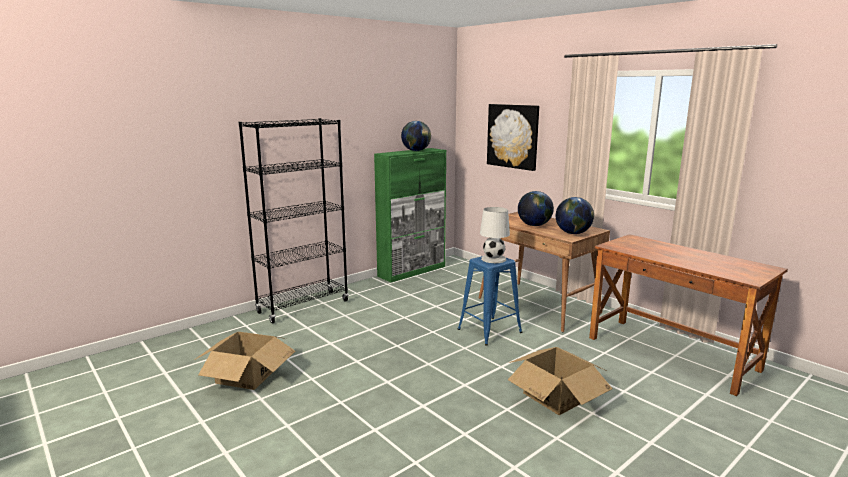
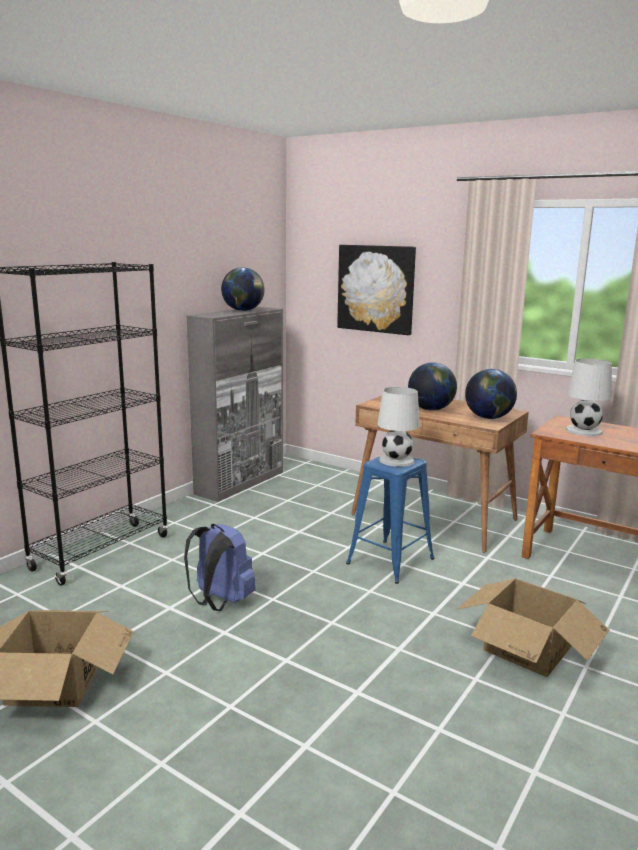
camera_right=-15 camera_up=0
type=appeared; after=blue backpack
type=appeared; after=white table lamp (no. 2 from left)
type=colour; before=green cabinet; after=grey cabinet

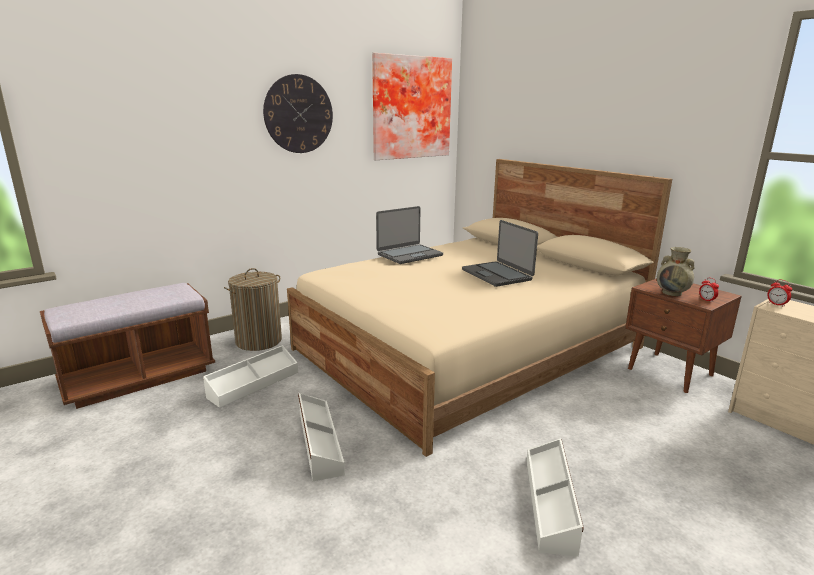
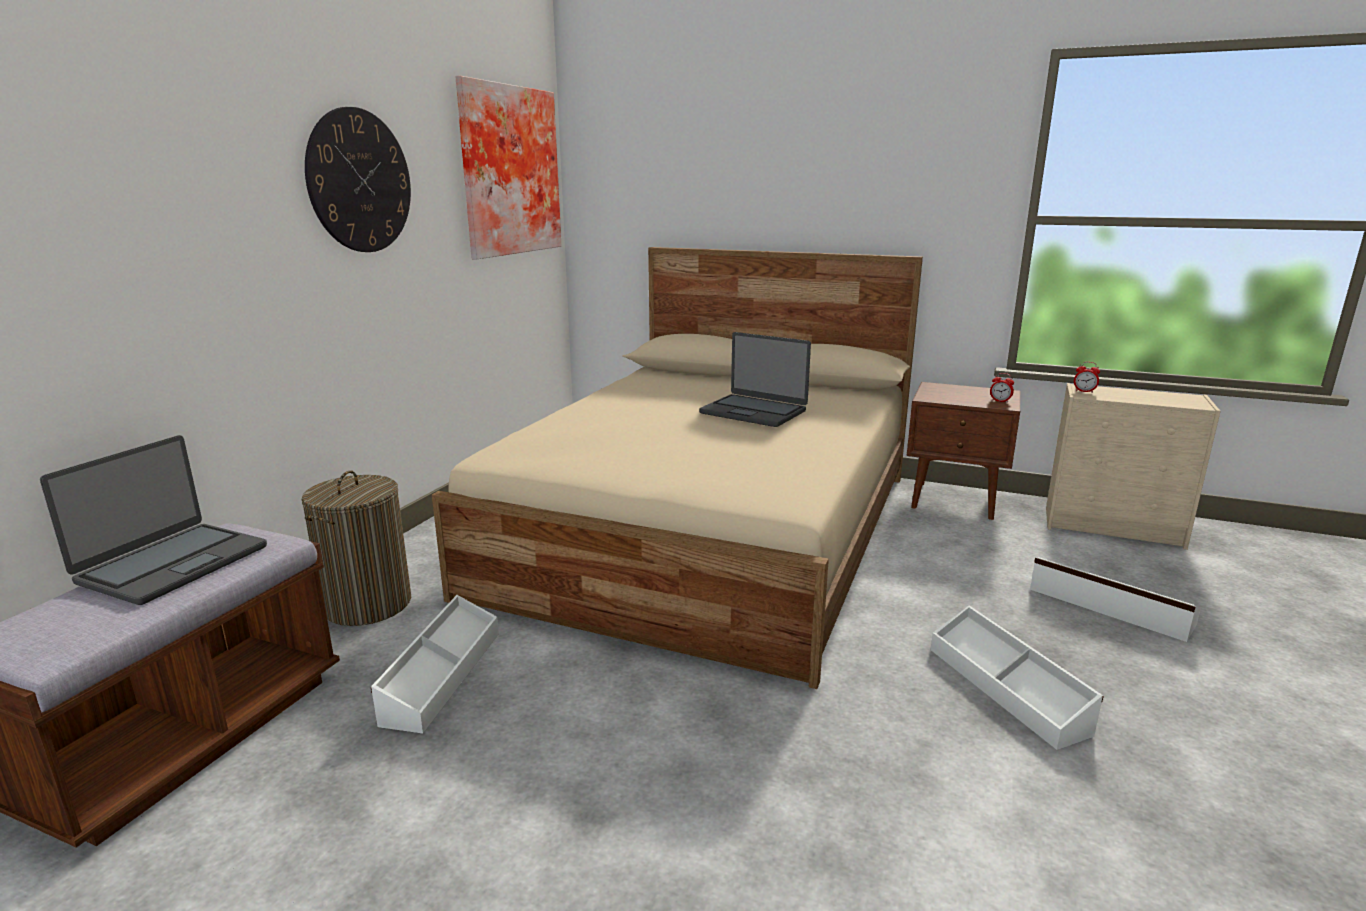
camera_right=-30 camera_up=0
type=missing; before=beige vase
type=relocated; before=white storage box (no. 2 from left in the first image); after=white storage box (no. 3 from left)
type=relocated; before=laptop (no. 1 from left)

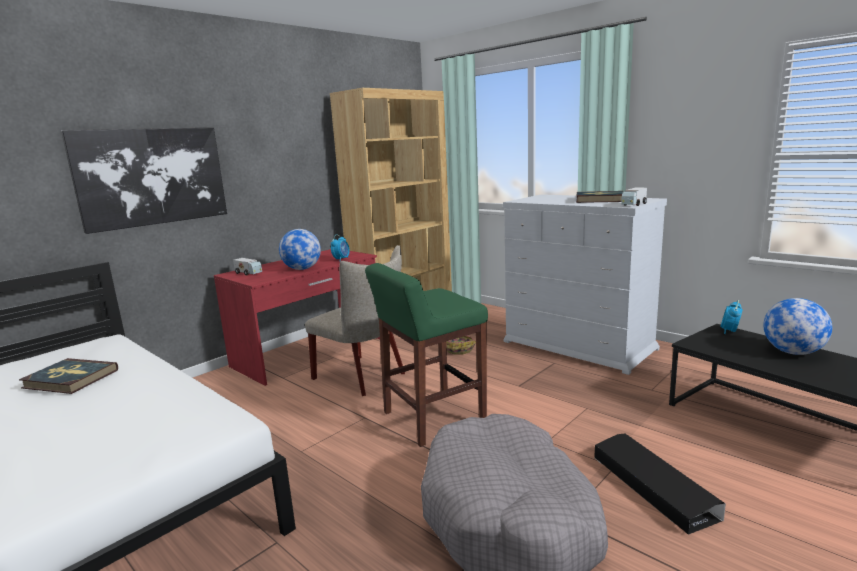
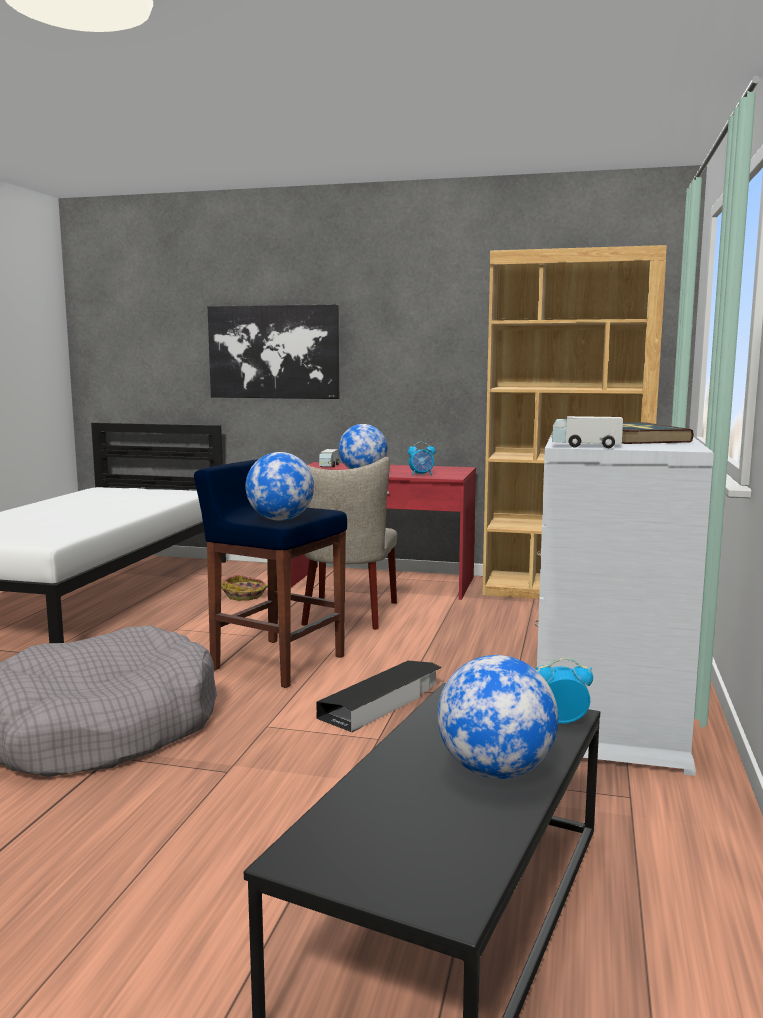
camera_right=60 camera_up=-5
type=missing; before=book (no. 1 from left)
type=appeared; after=globe (no. 1 from left)
type=relocated; before=basket
type=relocated; before=black storage box
type=colour; before=green stool; after=blue stool

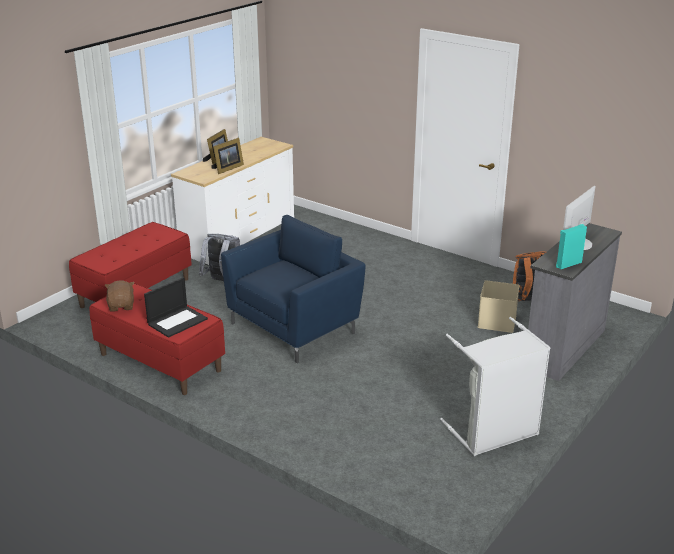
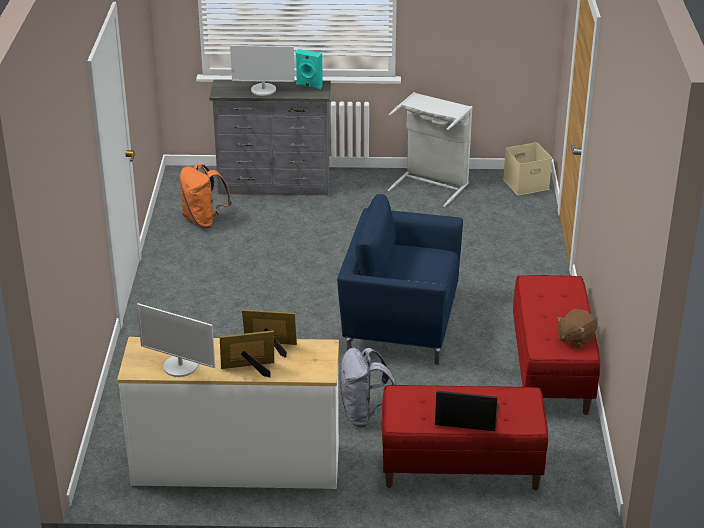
camera_right=-125 camera_up=5
type=appeared; after=monitor (no. 1 from left)
type=relocated; before=laptop
type=relocated; before=beige storage box

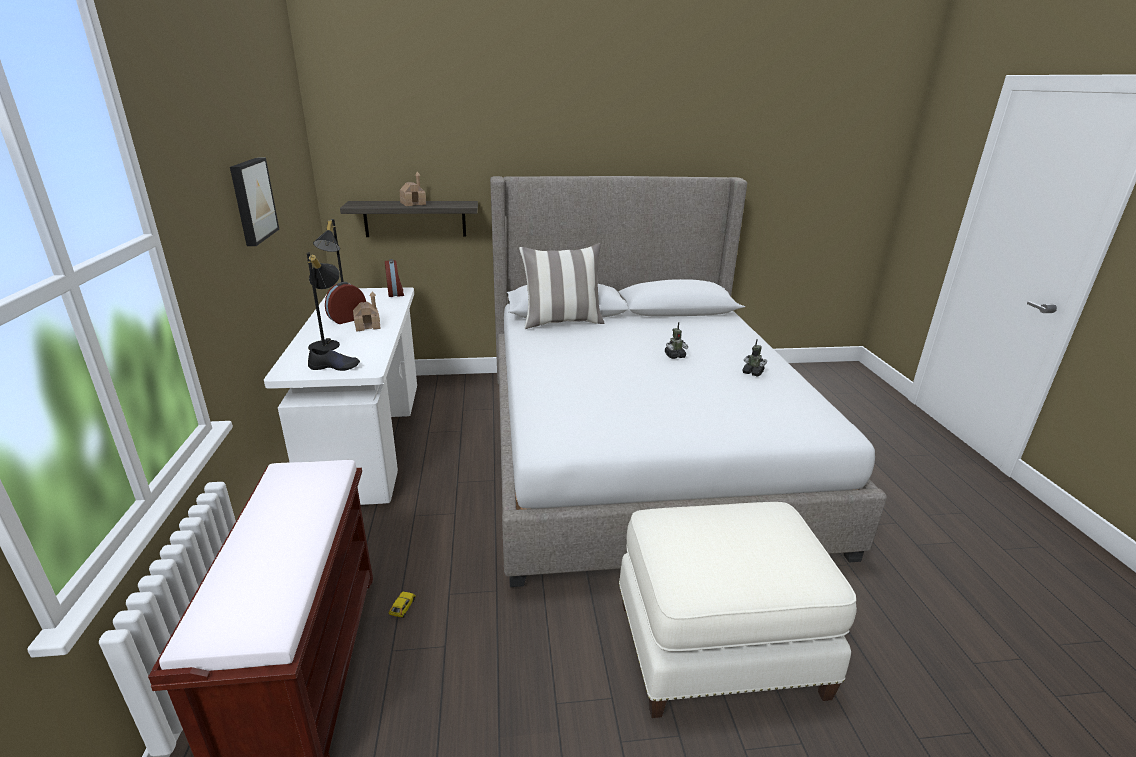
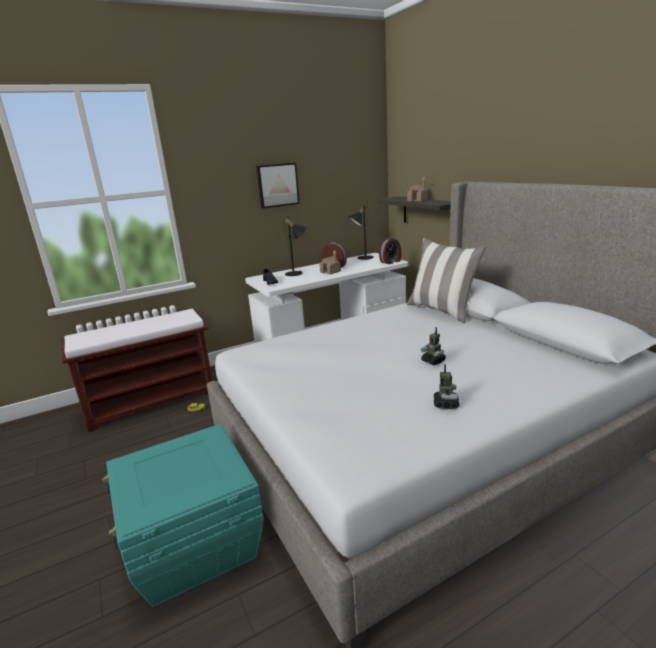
camera_right=70 camera_up=-5
type=exchanged; before=white ottoman; after=turquoise storage box

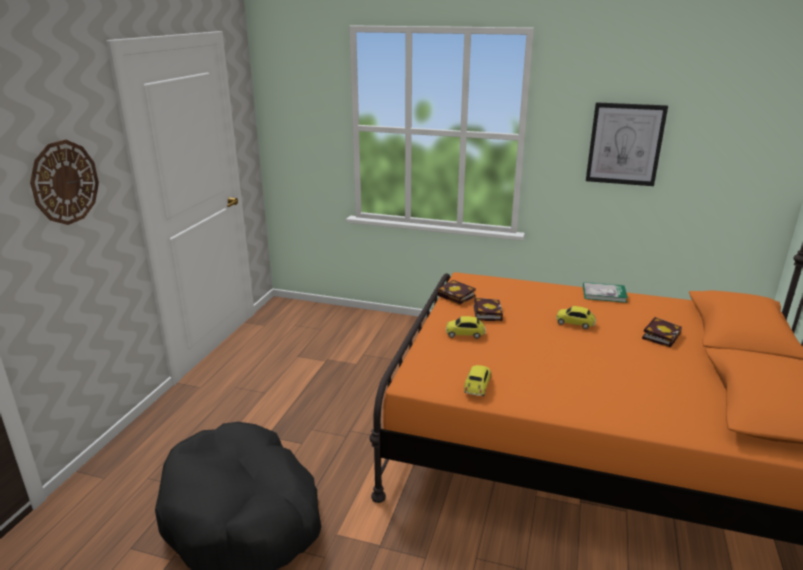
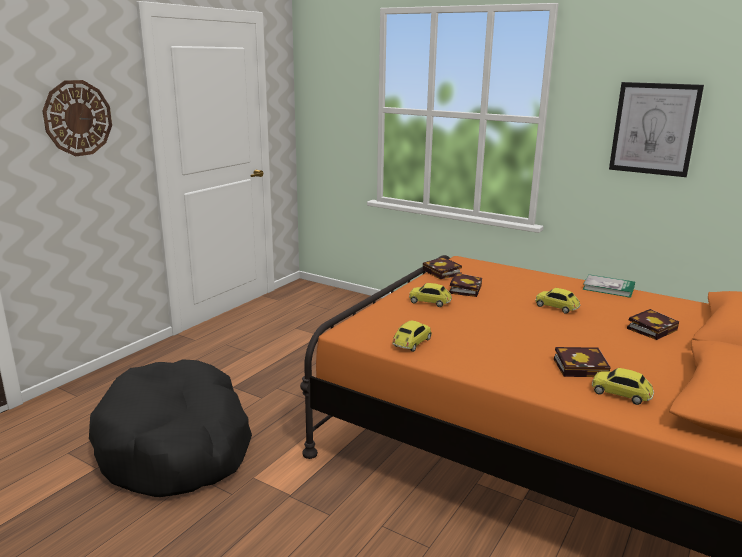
camera_right=15 camera_up=-5
type=appeared; after=book (no. 3 from left)
type=appeared; after=toy car (no. 4 from left)

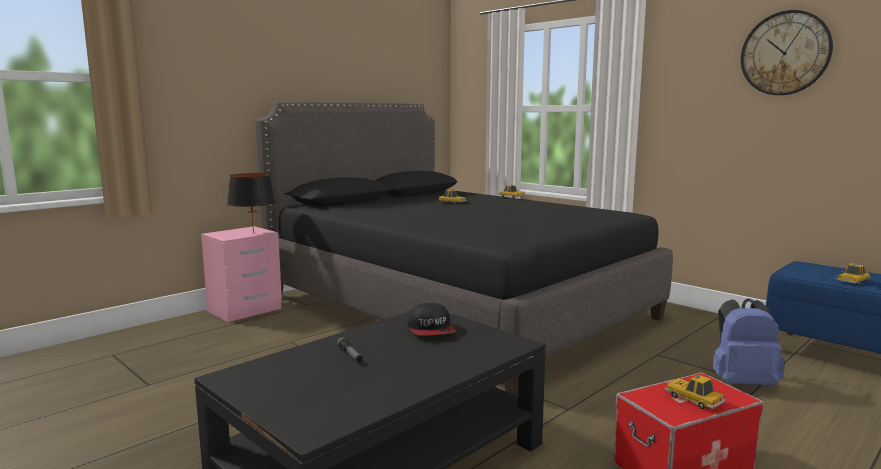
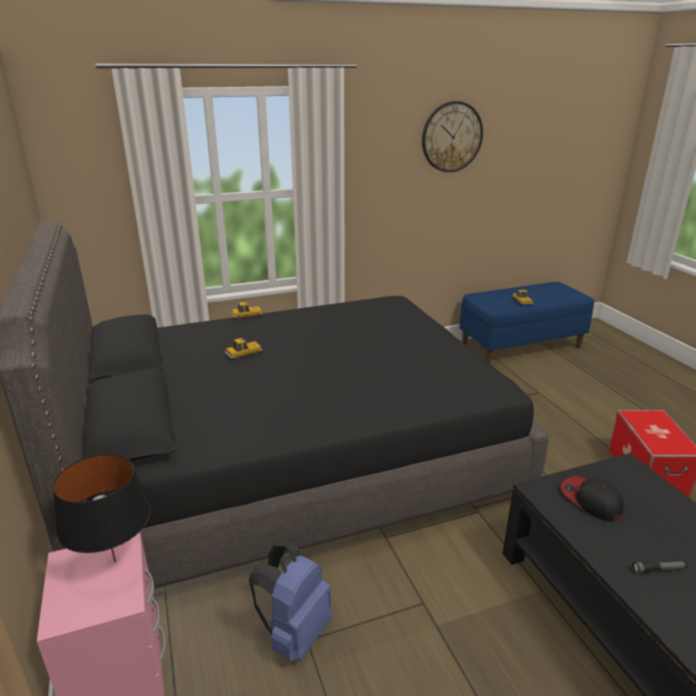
camera_right=-65 camera_up=15
type=missing; before=toy car (no. 3 from left)
type=relocated; before=blue backpack
type=spun; before=cap; turn=-135

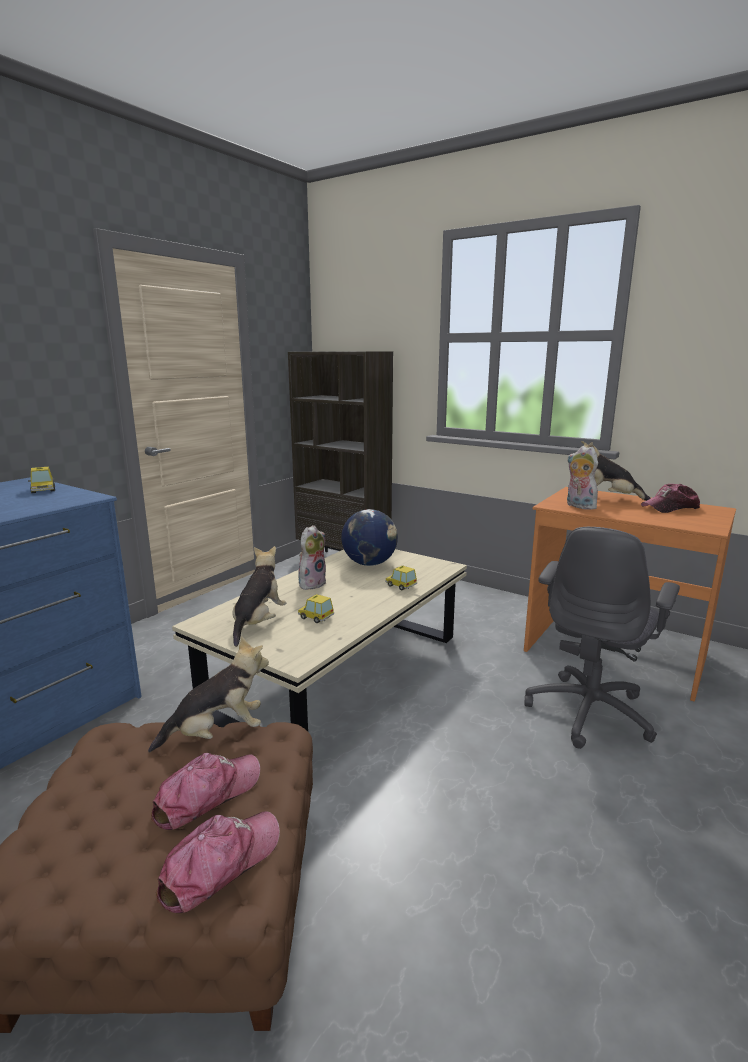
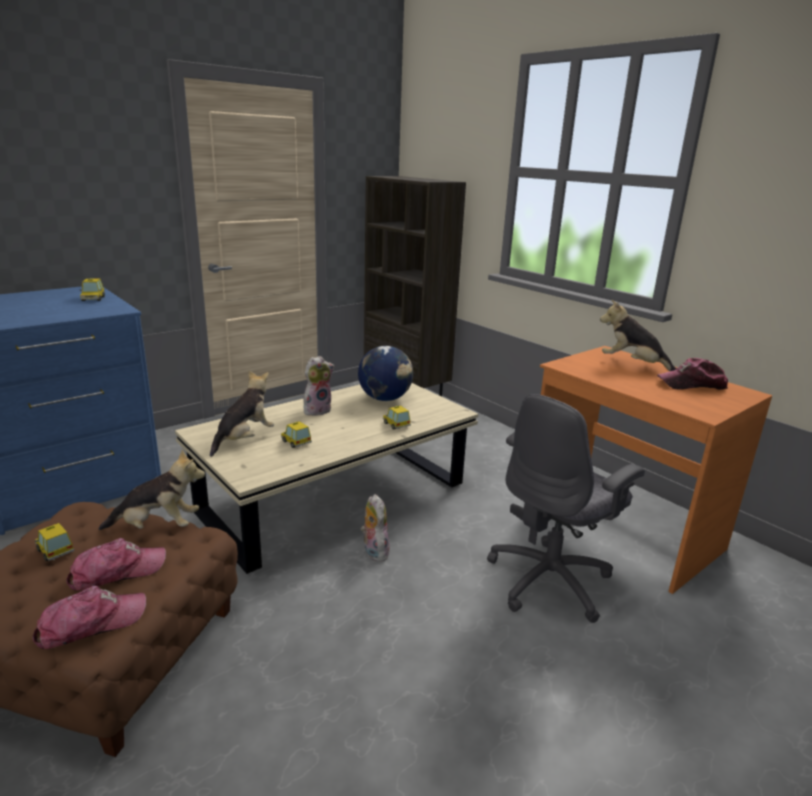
camera_right=15 camera_up=5
type=appeared; after=toy car (no. 1 from left)
type=relocated; before=plush toy (no. 4 from left)

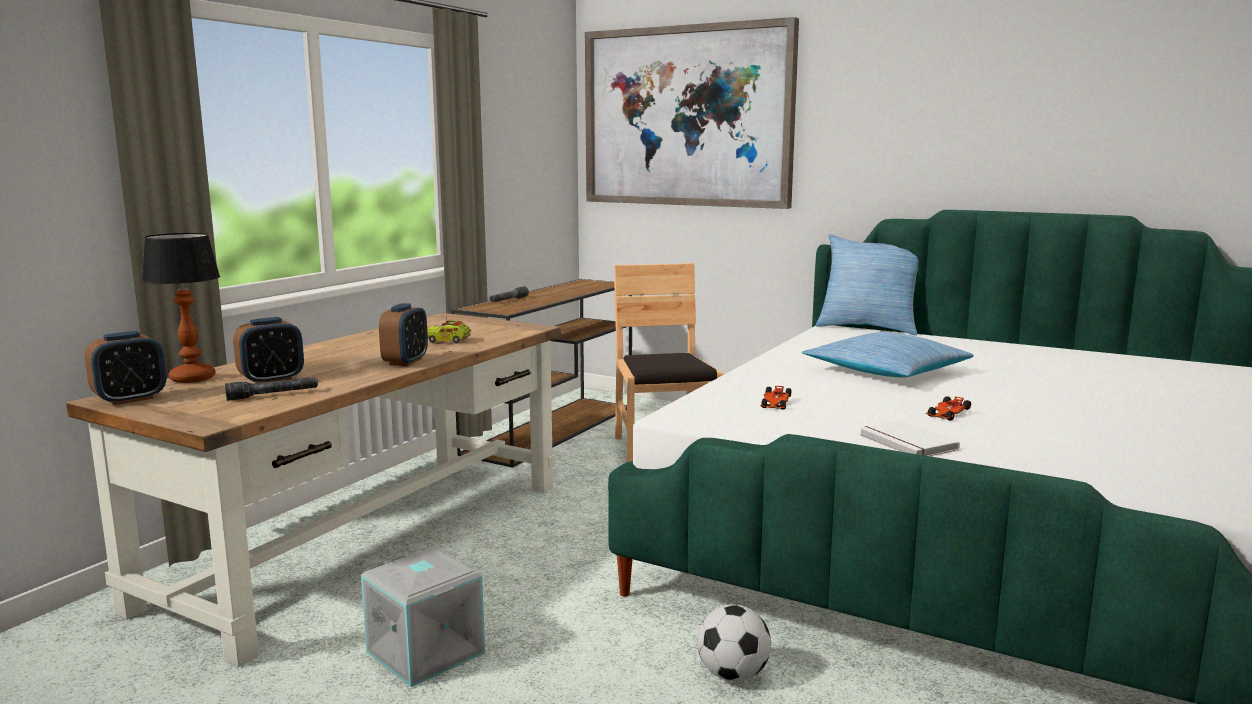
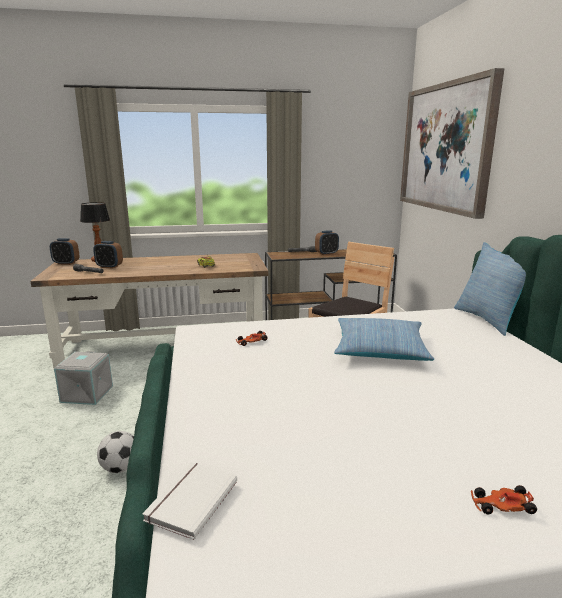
camera_right=50 camera_up=5
type=relocated; before=alarm clock (no. 3 from left)
type=relocated; before=white book
type=relocated; before=toy car (no. 2 from left)

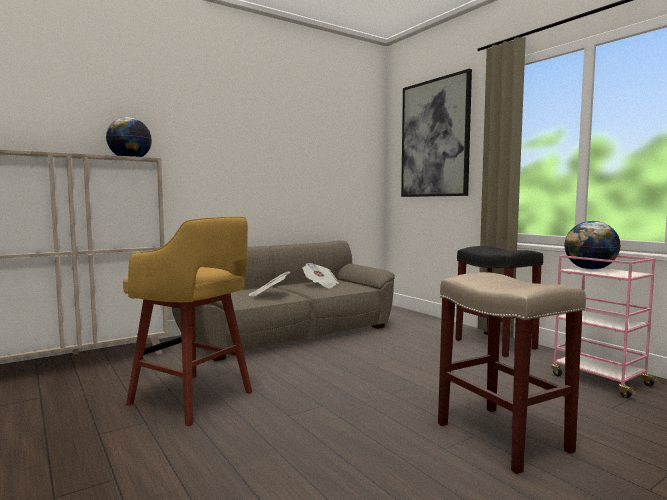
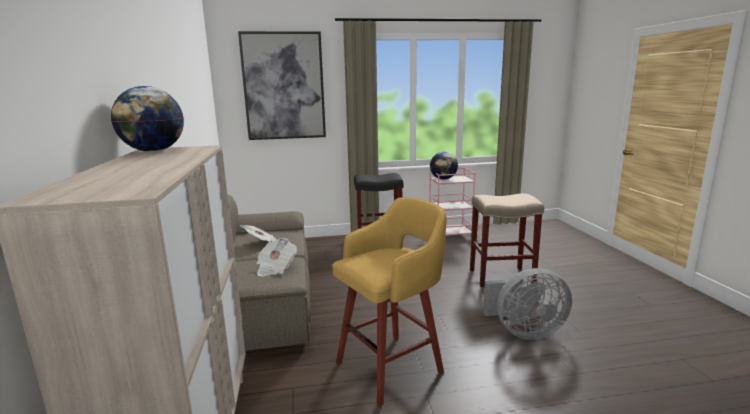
camera_right=-65 camera_up=10
type=appeared; after=grey fan

